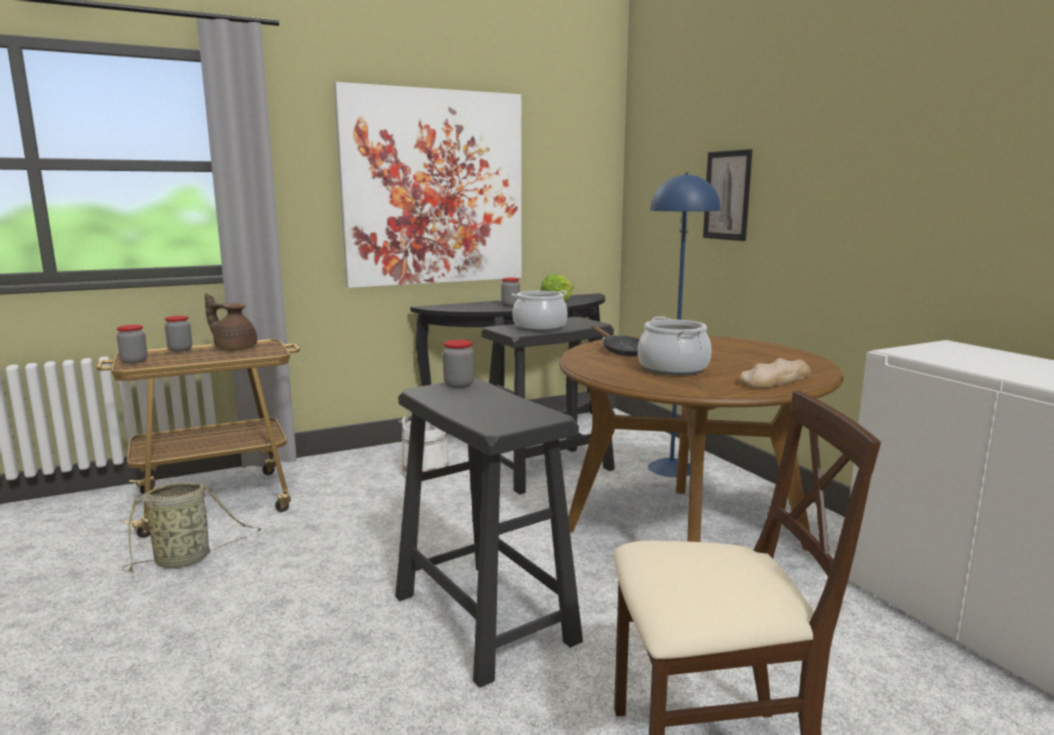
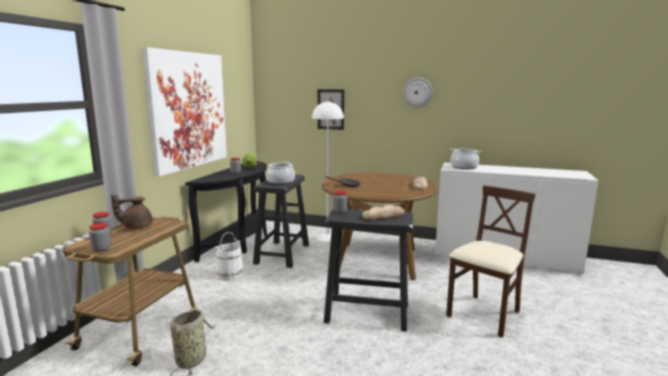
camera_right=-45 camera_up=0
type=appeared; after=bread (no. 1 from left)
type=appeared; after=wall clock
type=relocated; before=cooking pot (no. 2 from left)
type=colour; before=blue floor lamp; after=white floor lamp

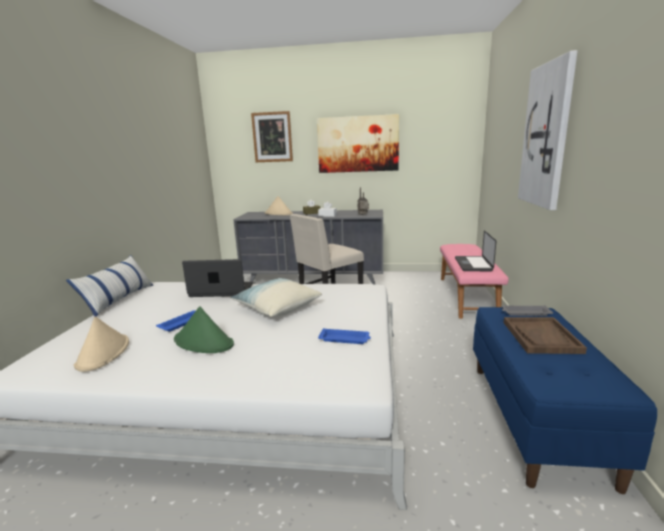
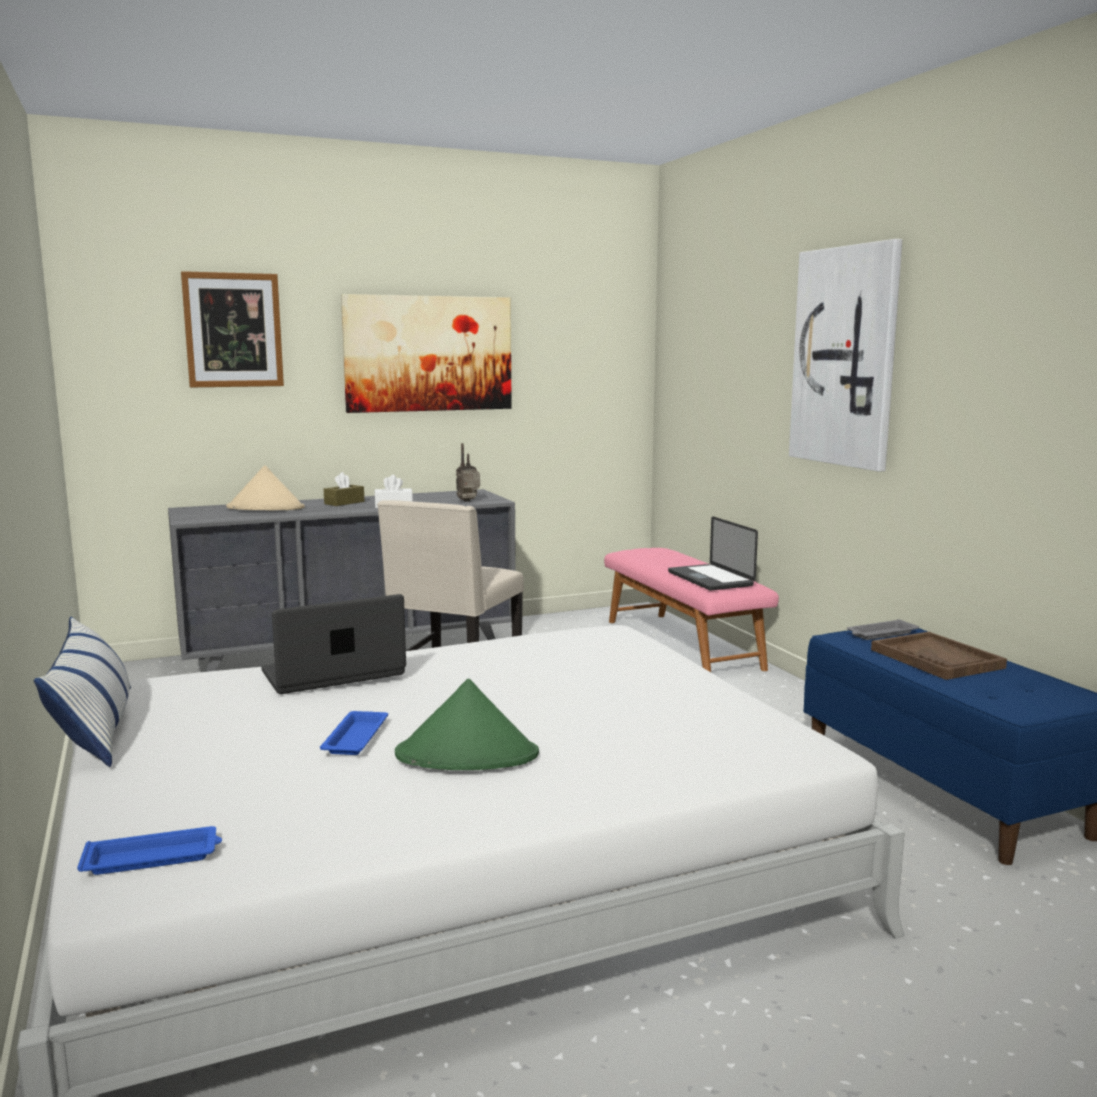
camera_right=-30 camera_up=-5
type=missing; before=beige hat (no. 1 from left)
type=missing; before=pillow (no. 2 from left)
type=relocated; before=blue tray (no. 2 from left in the first image); after=blue tray (no. 1 from left)

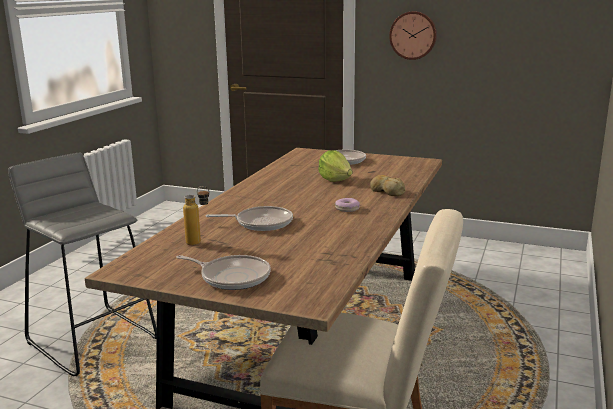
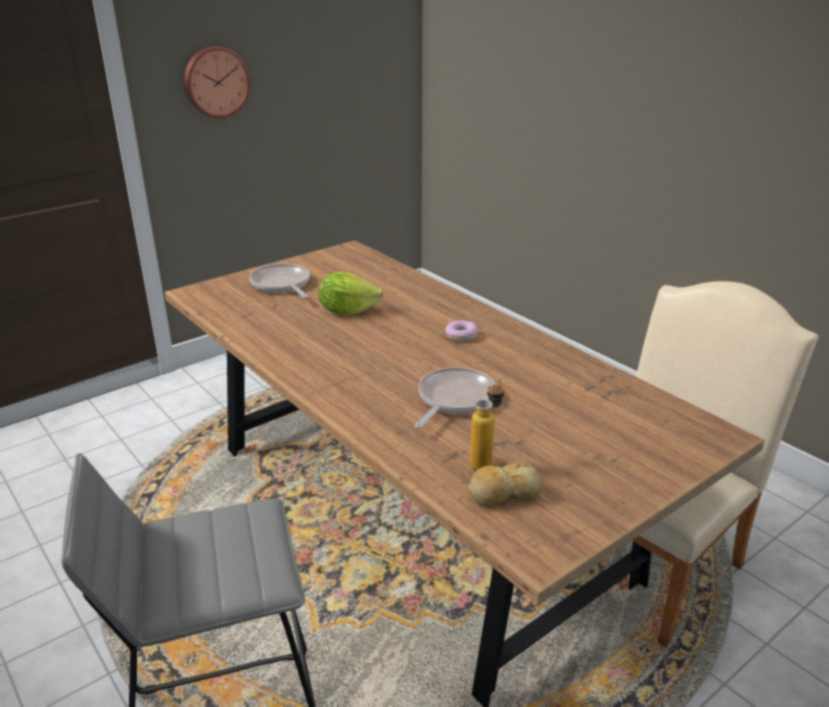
camera_right=-60 camera_up=10
type=missing; before=frying pan (no. 1 from left)
type=relocated; before=bread

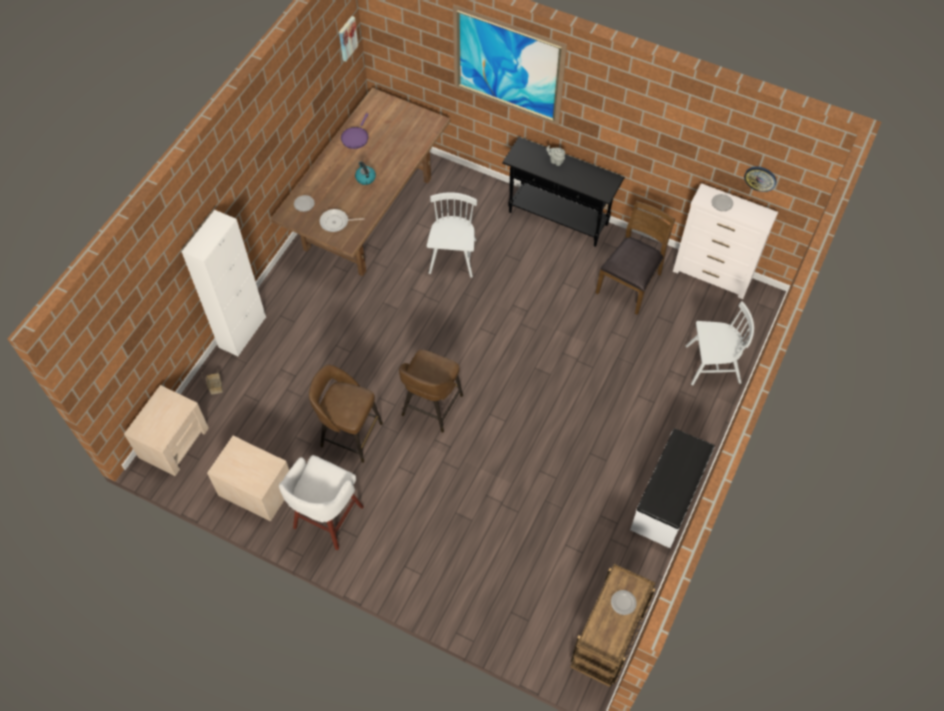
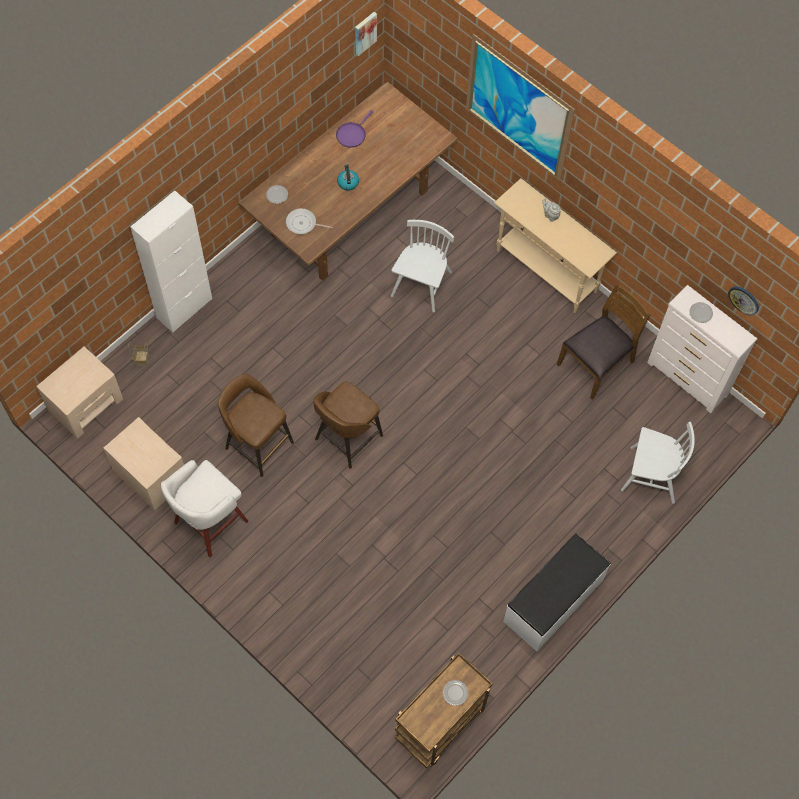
camera_right=15 camera_up=5
type=colour; before=black console table; after=beige console table

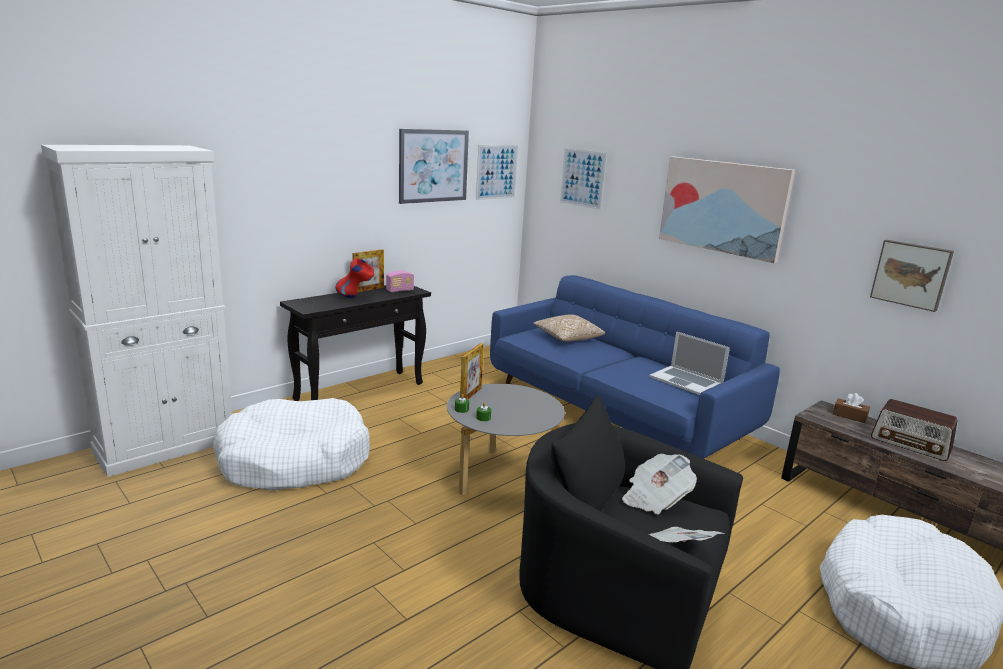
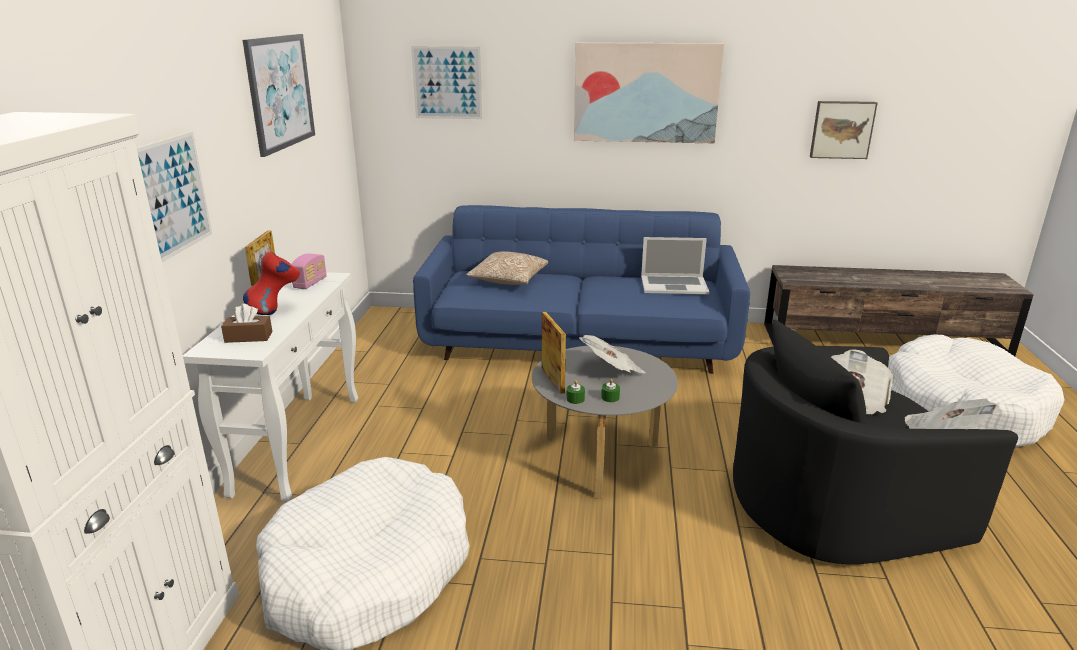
camera_right=-40 camera_up=5
type=missing; before=radio (no. 2 from left)
type=appeared; after=newspaper (no. 1 from left)
type=relocated; before=picture (no. 2 from left in the first image); after=picture (no. 1 from left)
type=relocated; before=brown tissue box
type=colour; before=black console table; after=white console table

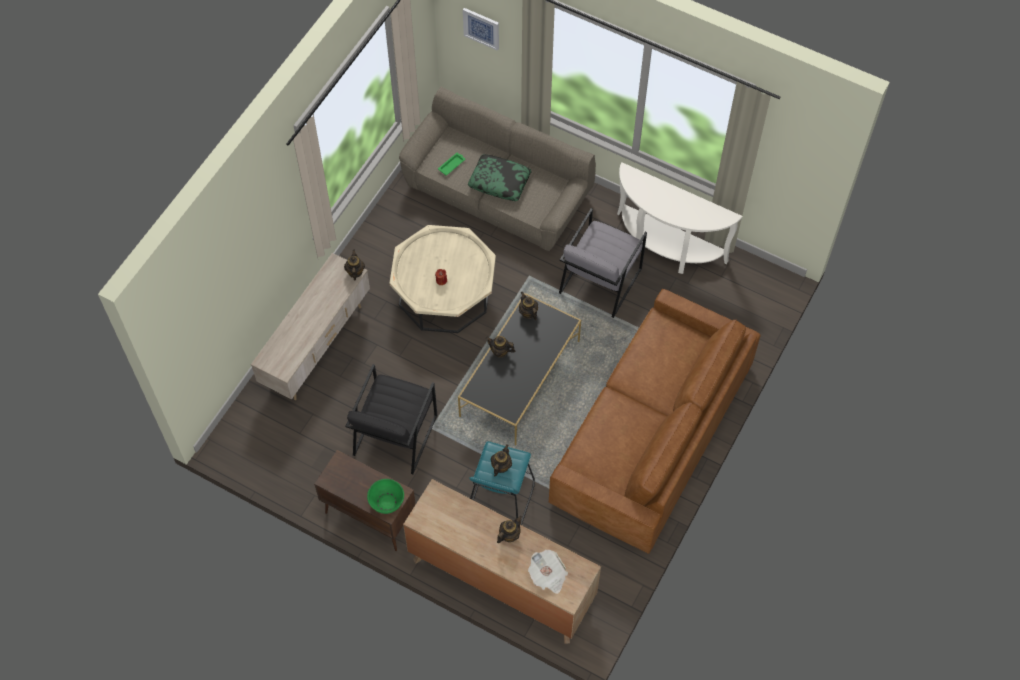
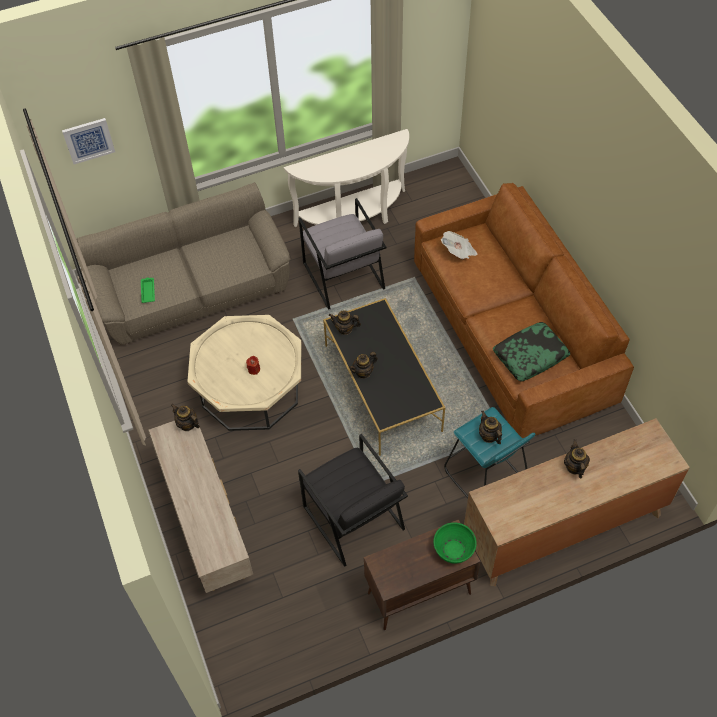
camera_right=-50 camera_up=-5
type=relocated; before=pillow
type=relocated; before=newspaper

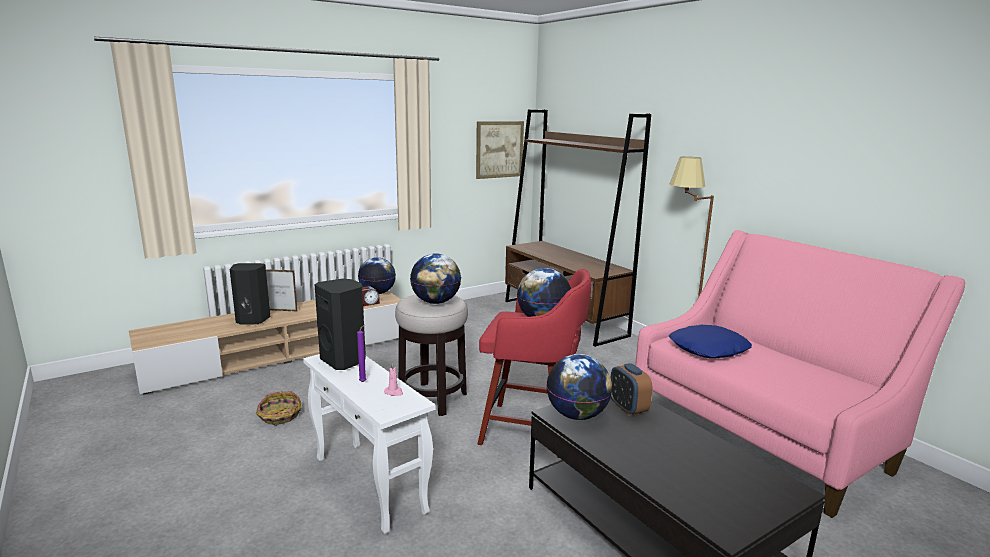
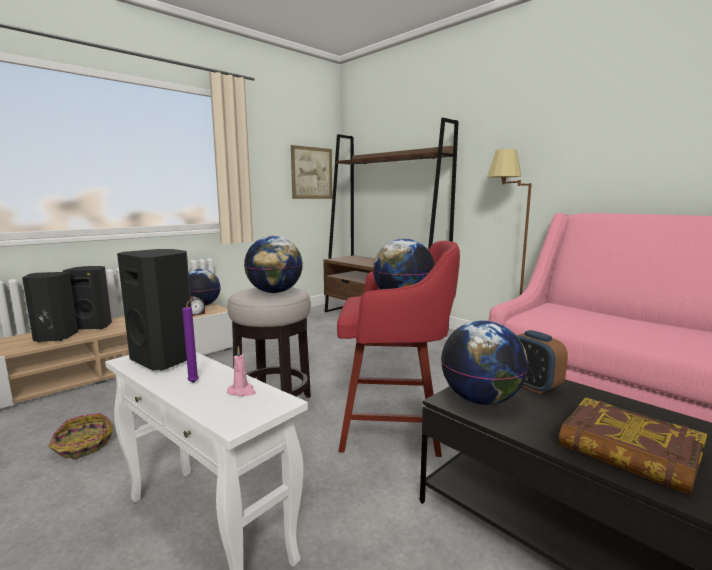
camera_right=-10 camera_up=-5
type=missing; before=blue pillow
type=appeared; after=book
type=exchanged; before=picture frame; after=black speaker (no. 2 from left)

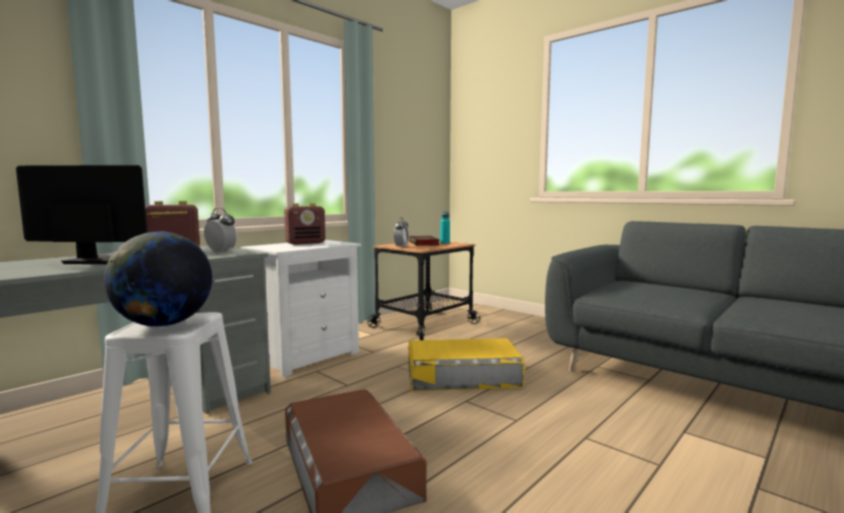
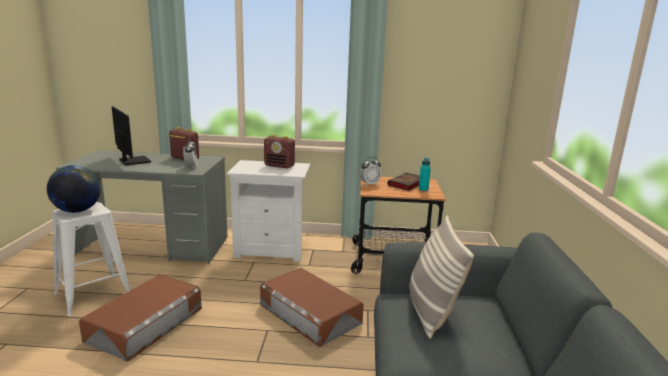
camera_right=50 camera_up=10
type=appeared; after=pillow
type=colour; before=yellow storage box; after=brown storage box (no. 2 from left)

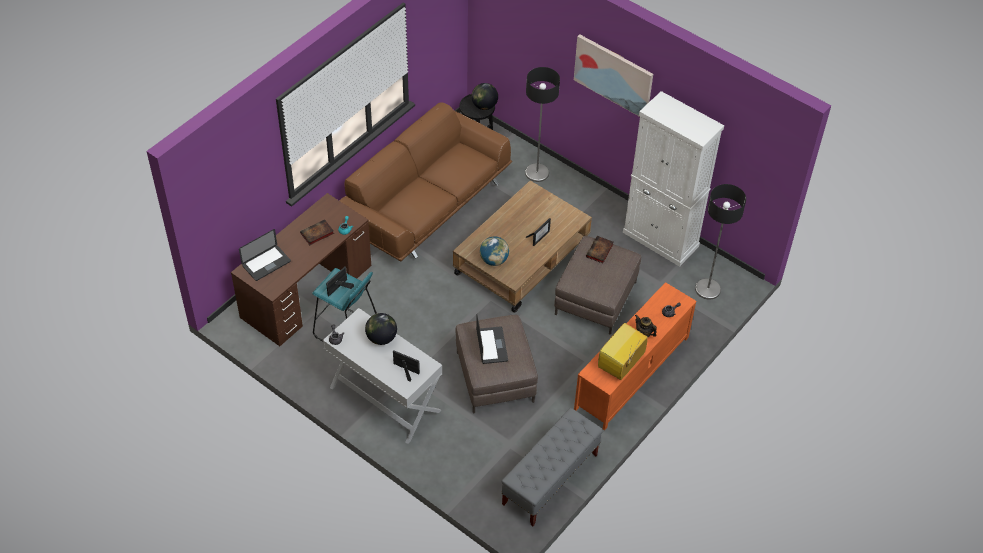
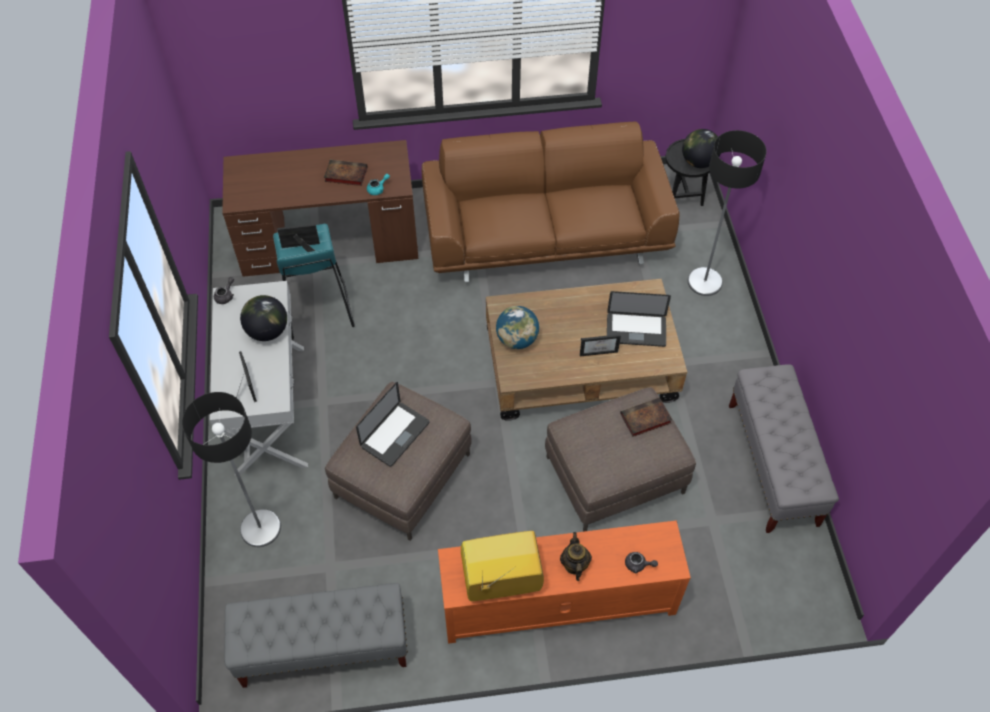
camera_right=45 camera_up=5
type=missing; before=picture
type=relocated; before=laptop (no. 1 from left in the first image); after=laptop (no. 2 from left)
type=relocated; before=floor lamp (no. 2 from left in the first image); after=floor lamp (no. 1 from left)
type=exchanged; before=white cabinet; after=grey bench (no. 2 from left)

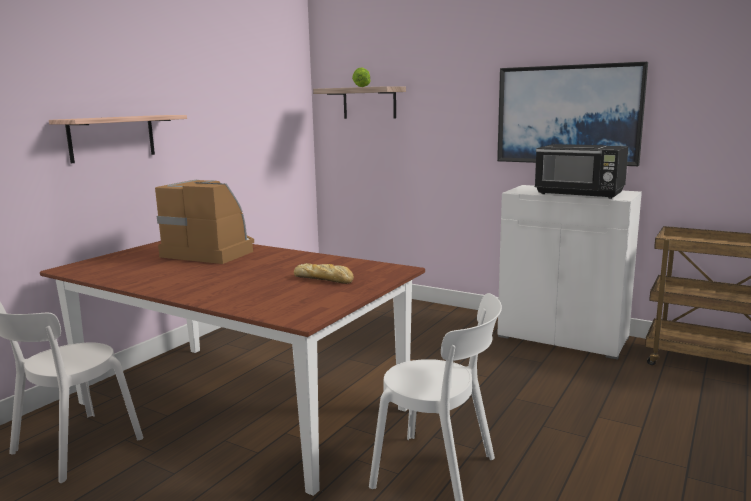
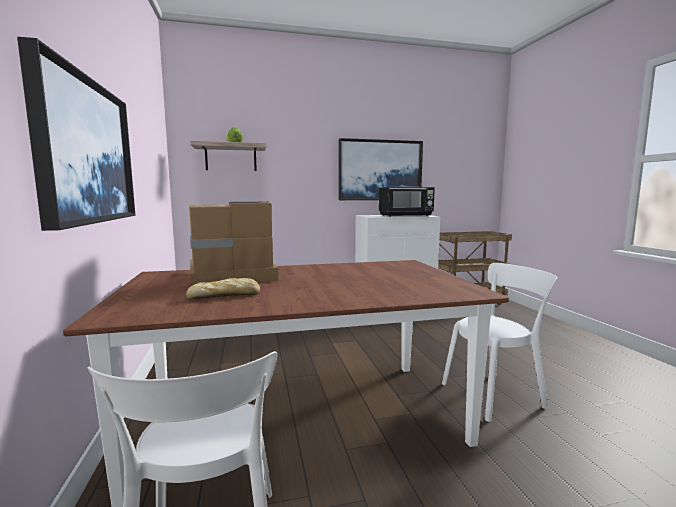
camera_right=-45 camera_up=-5
type=relocated; before=bread
type=exchanged; before=shelf (no. 1 from left); after=picture (no. 1 from left)

